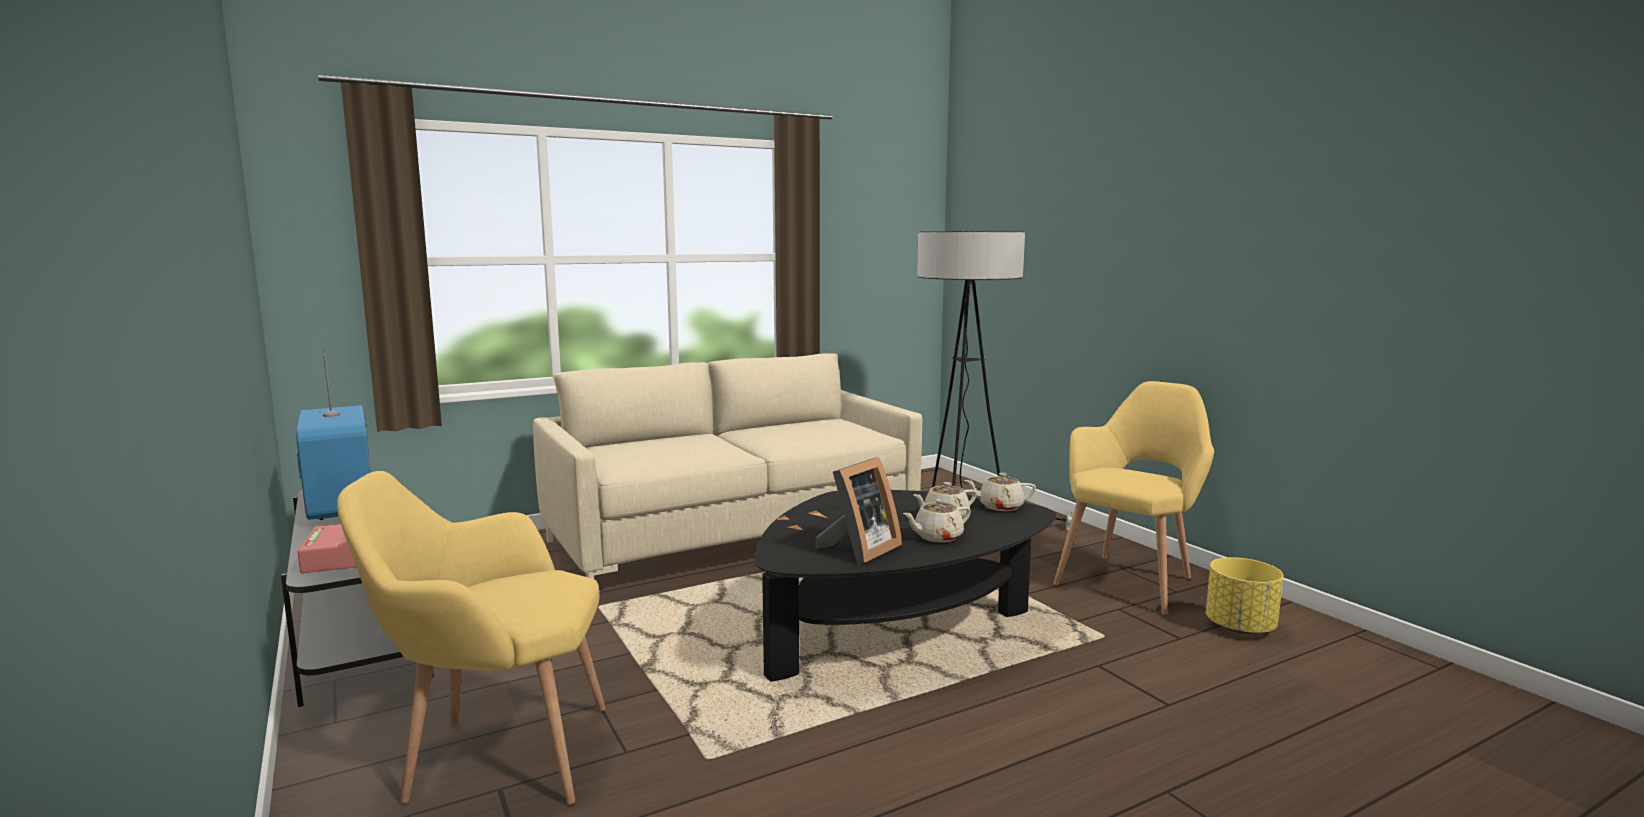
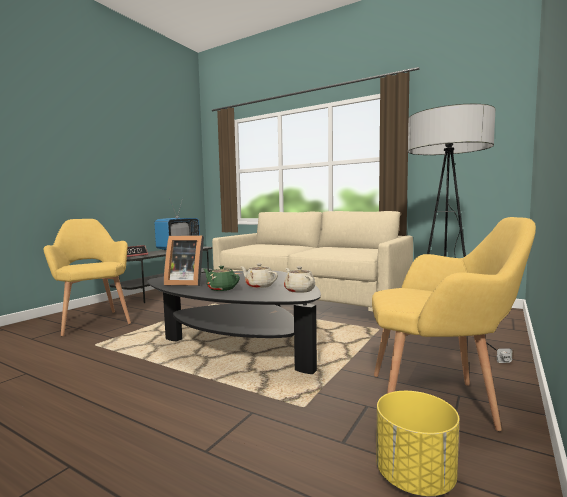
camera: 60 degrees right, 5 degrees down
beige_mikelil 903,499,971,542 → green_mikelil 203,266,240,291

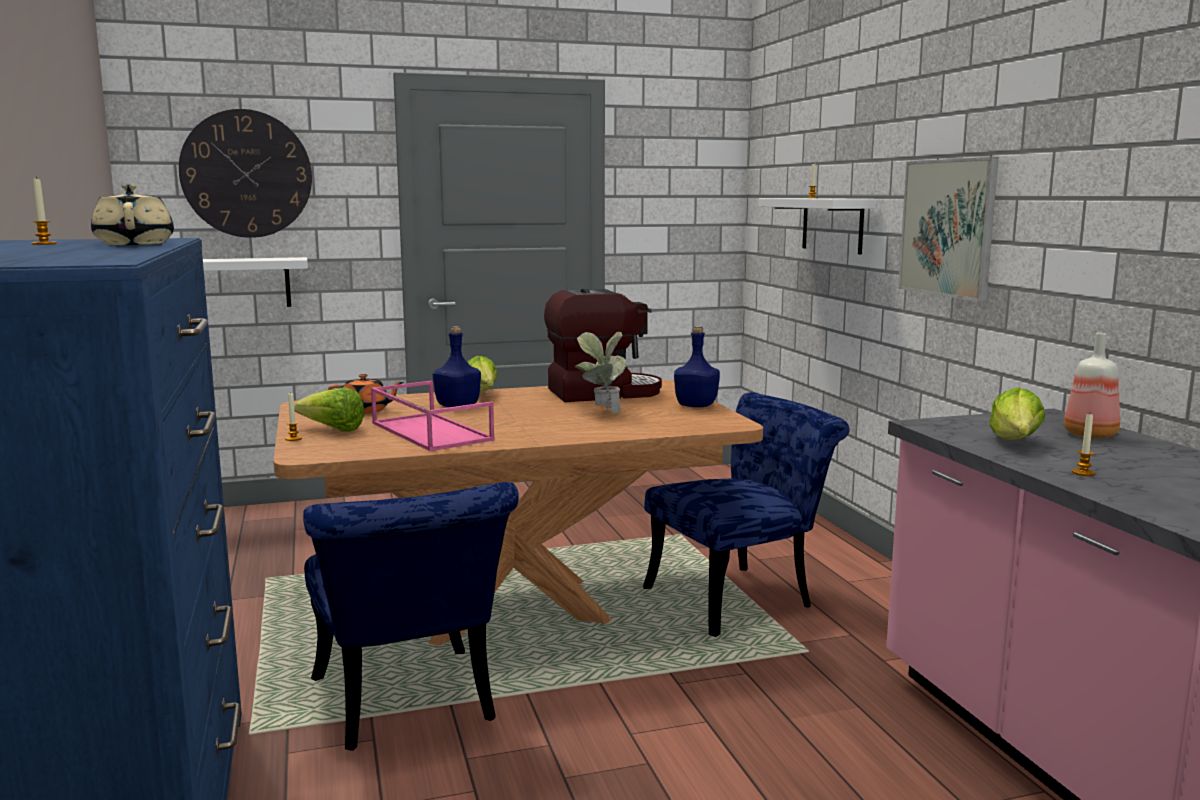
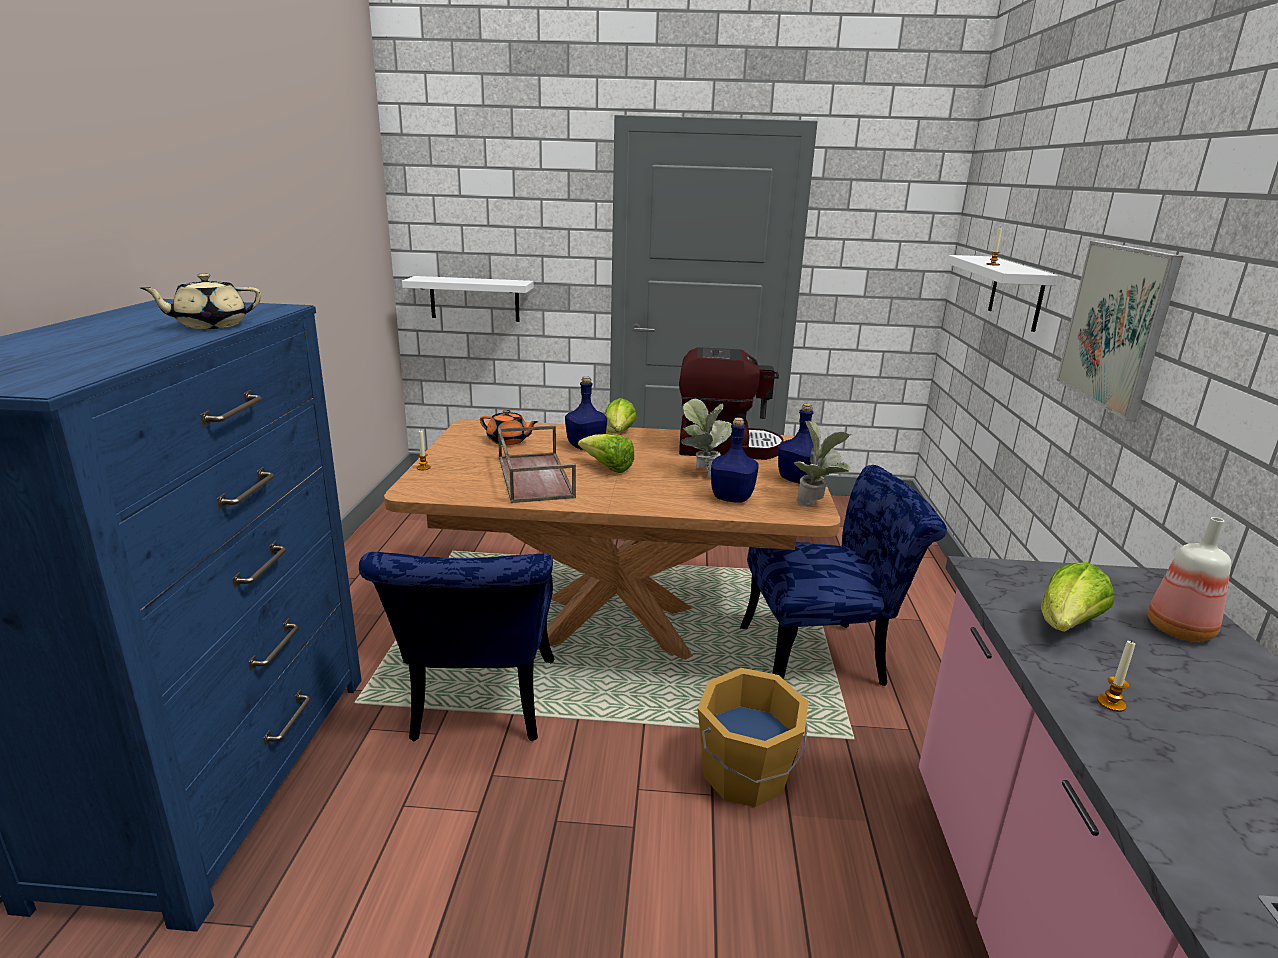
camera: 20 degrees right, 10 degrees up
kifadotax 31,177,57,245 → -
beige_mikelil 91,184,174,245 → beige_mikelil 140,273,261,329, 120 degrees counterclockwise
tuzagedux 179,109,312,238 → -
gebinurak 294,388,364,432 → gebinurak 578,434,634,473, move
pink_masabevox 371,381,495,451 → brown_masabevox 498,426,576,503
- → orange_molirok 698,668,809,807
- → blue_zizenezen 711,418,759,503
- → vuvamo 794,421,852,507

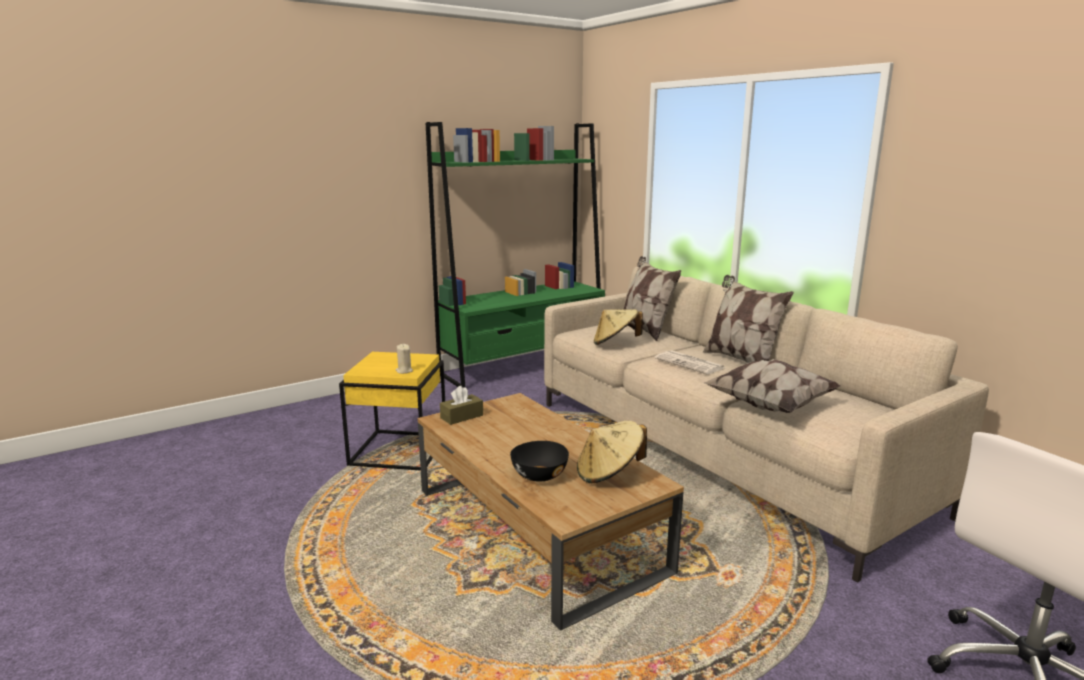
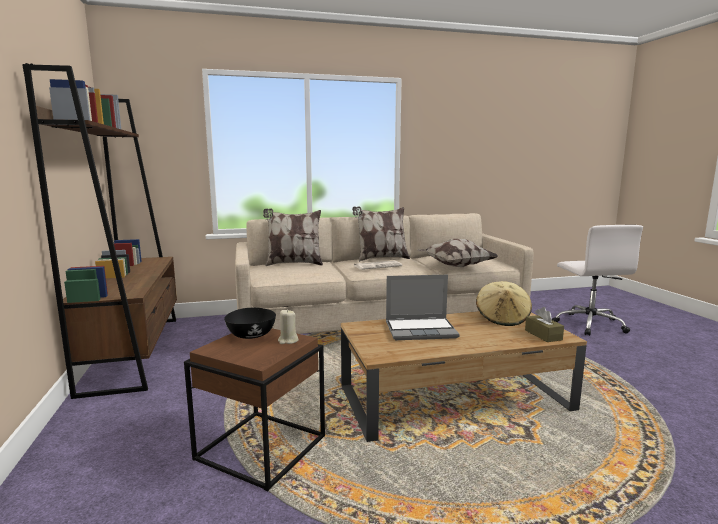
camera: 70 degrees left, 5 degrees down
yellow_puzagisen 339,352,445,470 → brown_puzagisen 184,328,325,491
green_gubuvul 426,122,605,388 → brown_gubuvul 22,63,177,399
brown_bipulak 440,386,483,425 → brown_bipulak 525,307,564,342, move
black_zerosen 510,441,569,482 → black_zerosen 224,308,276,339, move
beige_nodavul 594,309,643,345 → -
- → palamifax 386,275,460,340

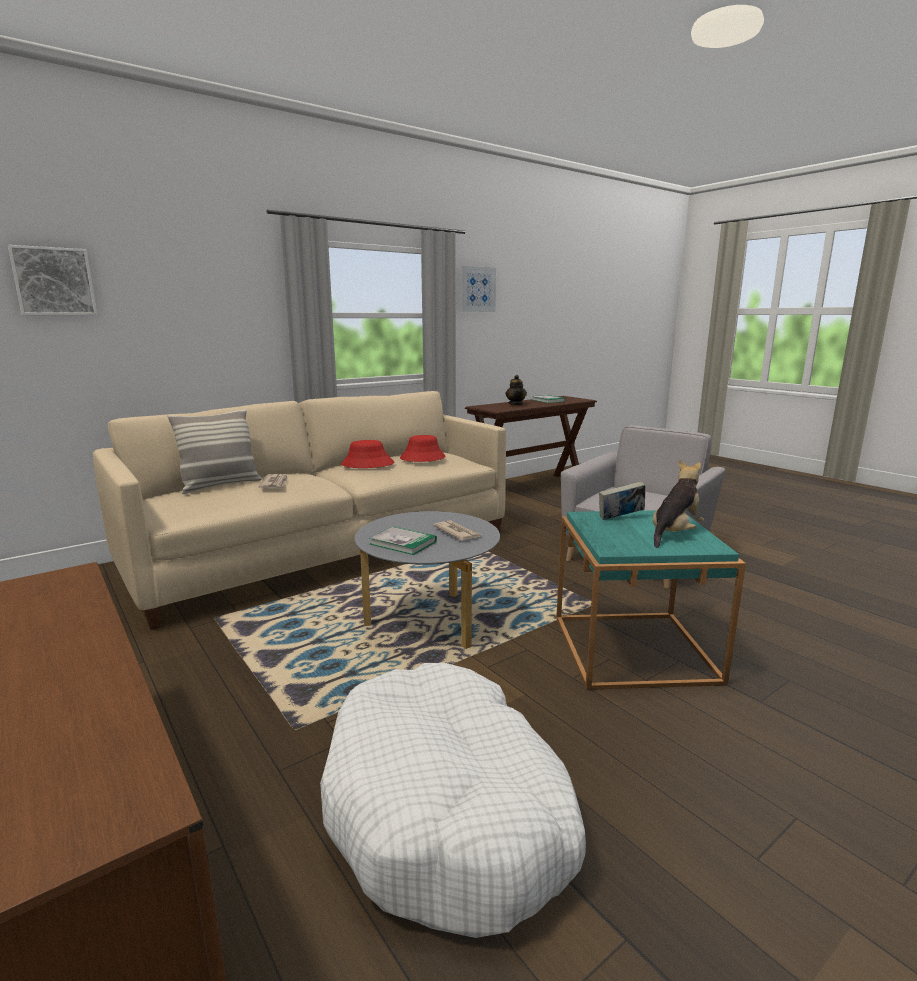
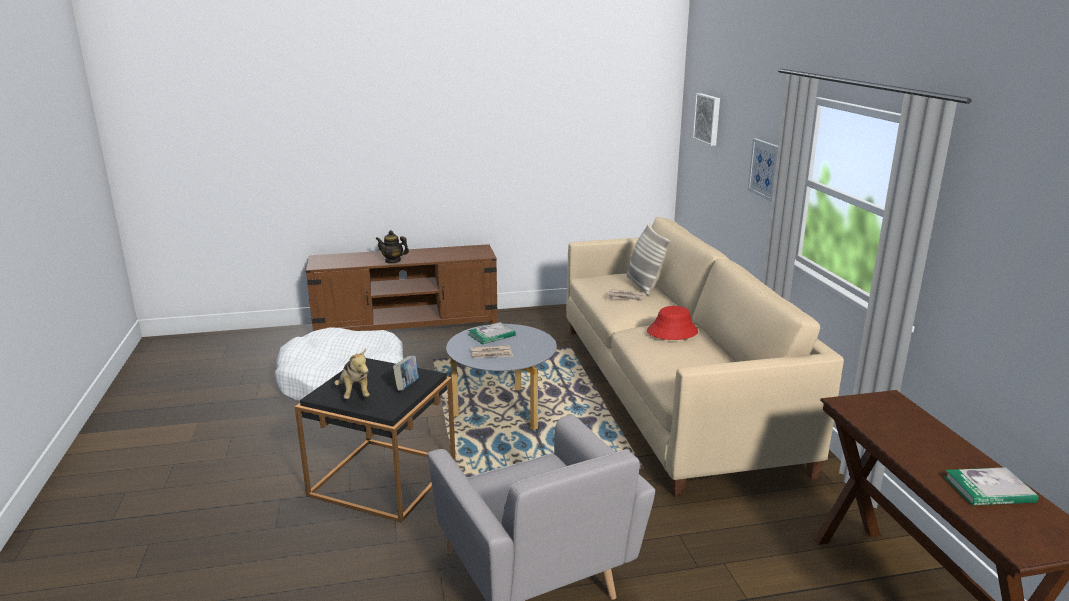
camera: 115 degrees right, 5 degrees up
red_nodavul 400,435,446,462 → -
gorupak 460,266,496,312 → gorupak 748,139,778,202, move
mikelil 505,375,527,405 → mikelil 376,230,409,264, move
turquoise_puzagisen 556,510,746,690 → black_puzagisen 295,358,456,522

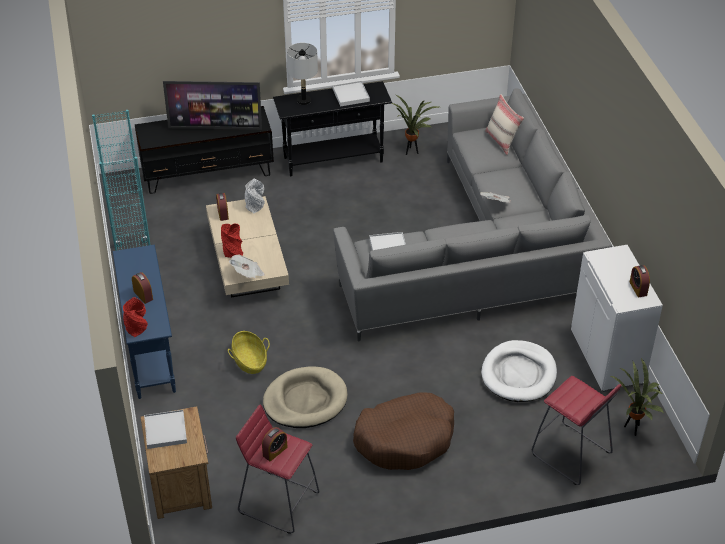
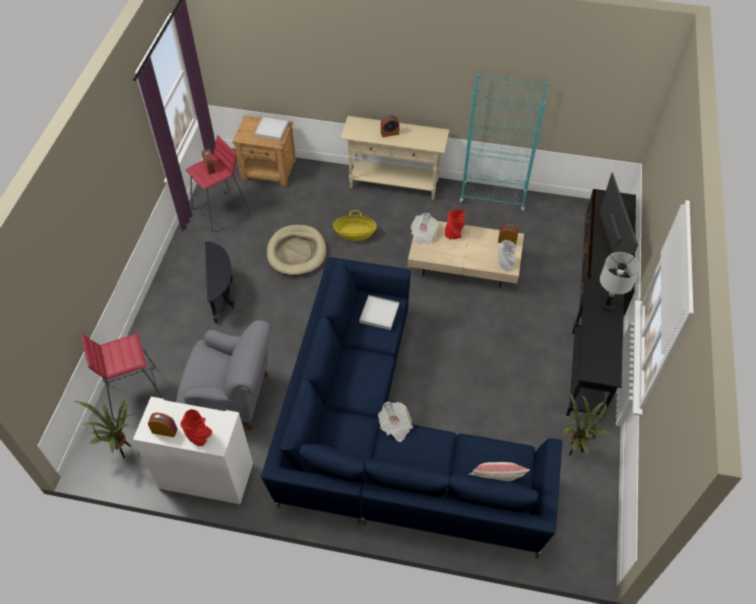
camera: 115 degrees right, 10 degrees up
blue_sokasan 113,245,176,399 → beige_sokasan 340,116,450,200
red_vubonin 123,297,148,337 → red_vubonin 180,409,212,446, move
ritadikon 163,81,262,130 → ritadikon 599,173,638,278, 150 degrees clockwise
white_masabevox 333,81,370,107 → -
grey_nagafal 333,88,612,342 → blue_nagafal 261,257,562,559
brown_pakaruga 353,393,454,470 → black_puzagisen 205,241,234,324
white_pakaruga 481,340,557,402 → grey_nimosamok 176,320,272,431

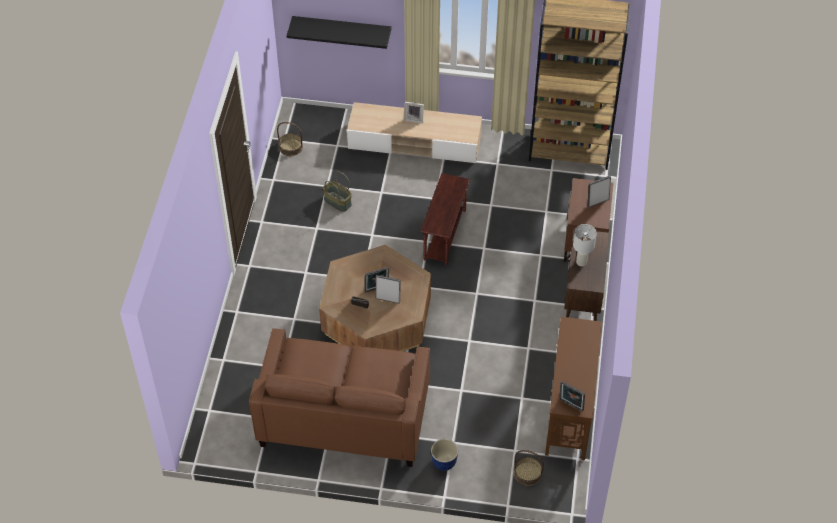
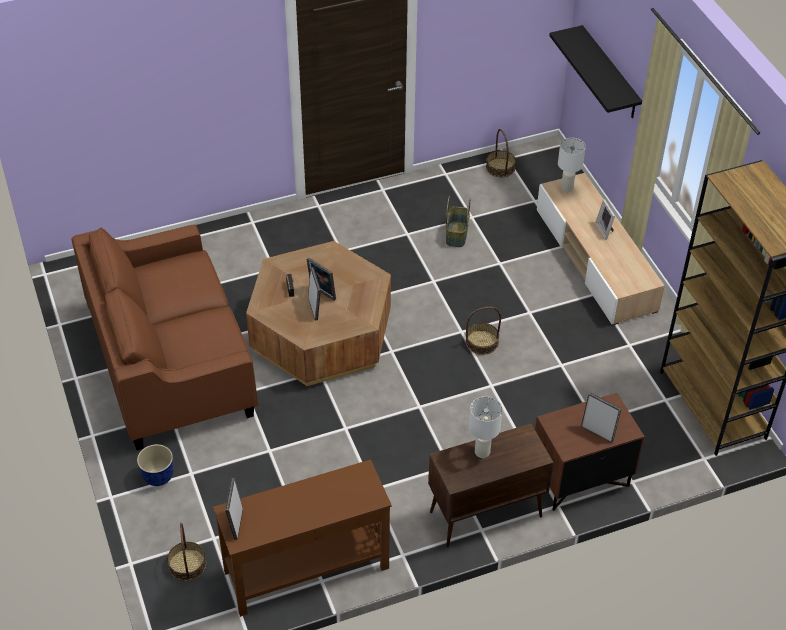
camera: 60 degrees right, 5 degrees down
brown_puzagisen 420,173,470,265 → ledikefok 466,307,501,355
- → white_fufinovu 558,137,586,192

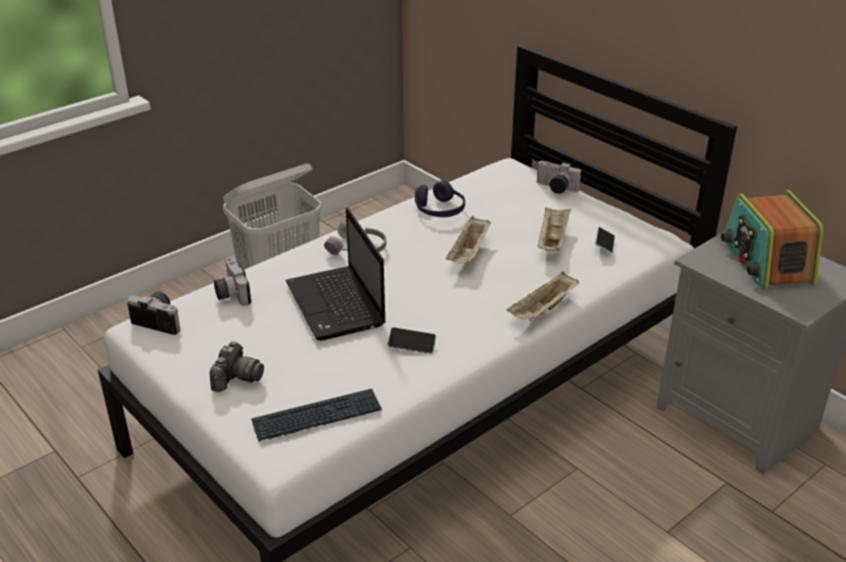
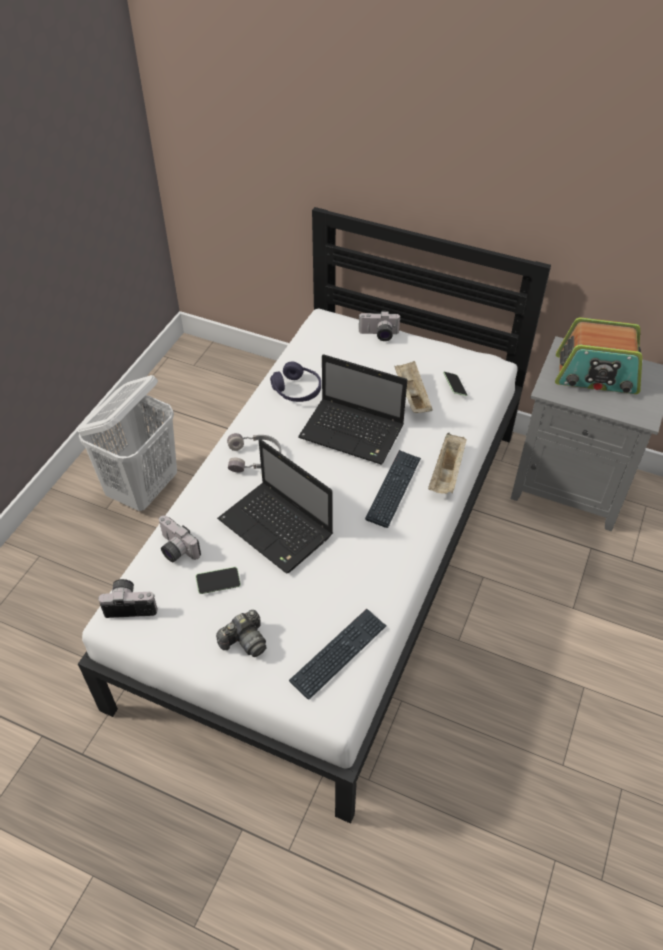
camera: 25 degrees left, 15 degrees up
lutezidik 210,341,264,392 → lutezidik 216,610,266,657, 60 degrees clockwise
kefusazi 388,327,436,354 → kefusazi 196,567,241,594, move
beige_masabevox 446,216,491,263 → palamifax 298,354,407,465
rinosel 721,190,823,290 → rinosel 555,318,642,394, 45 degrees counterclockwise
- → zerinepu 365,450,421,528

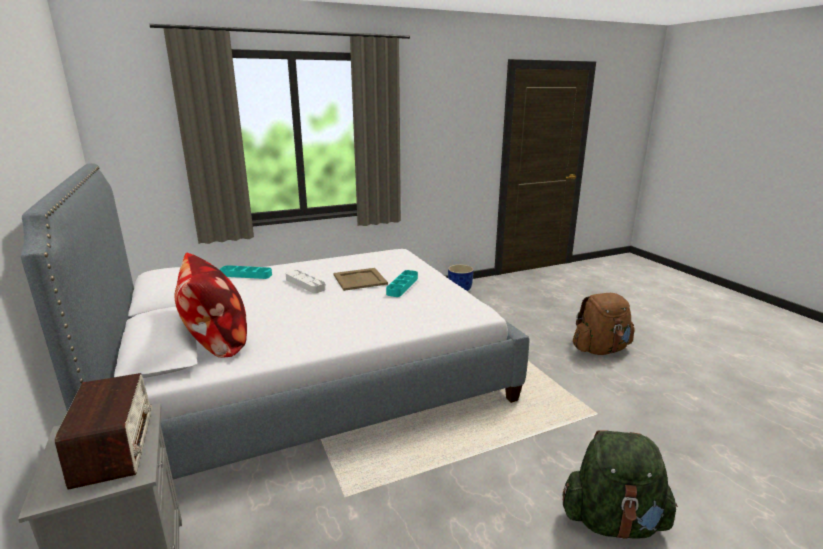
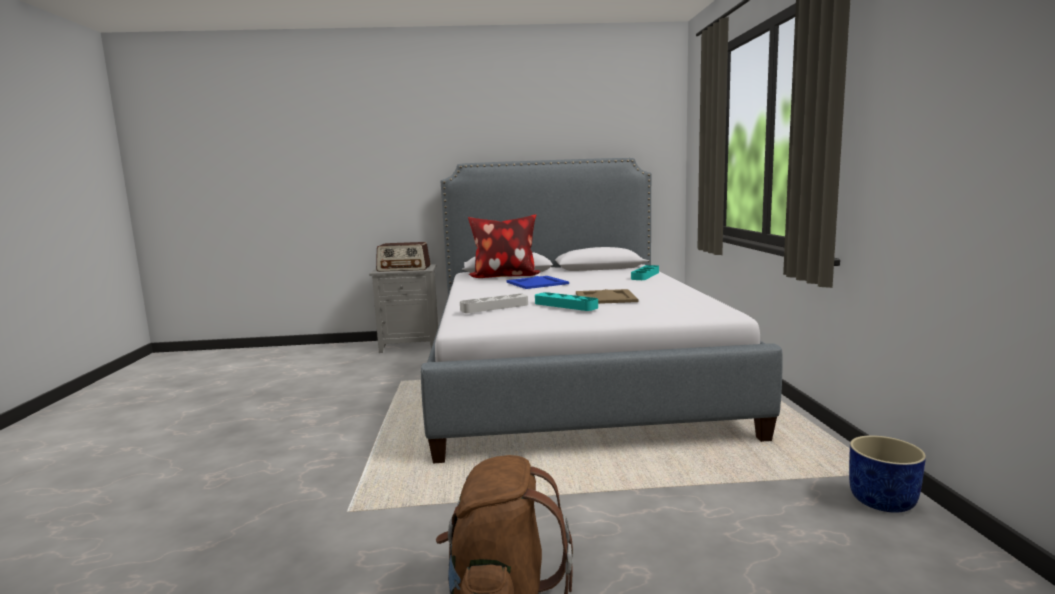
camera: 110 degrees right, 10 degrees down
grey_masabevox 286,270,325,293 → grey_masabevox 460,294,528,313, move
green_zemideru 563,430,678,539 → -
- → blue_masabevox 506,276,569,289

